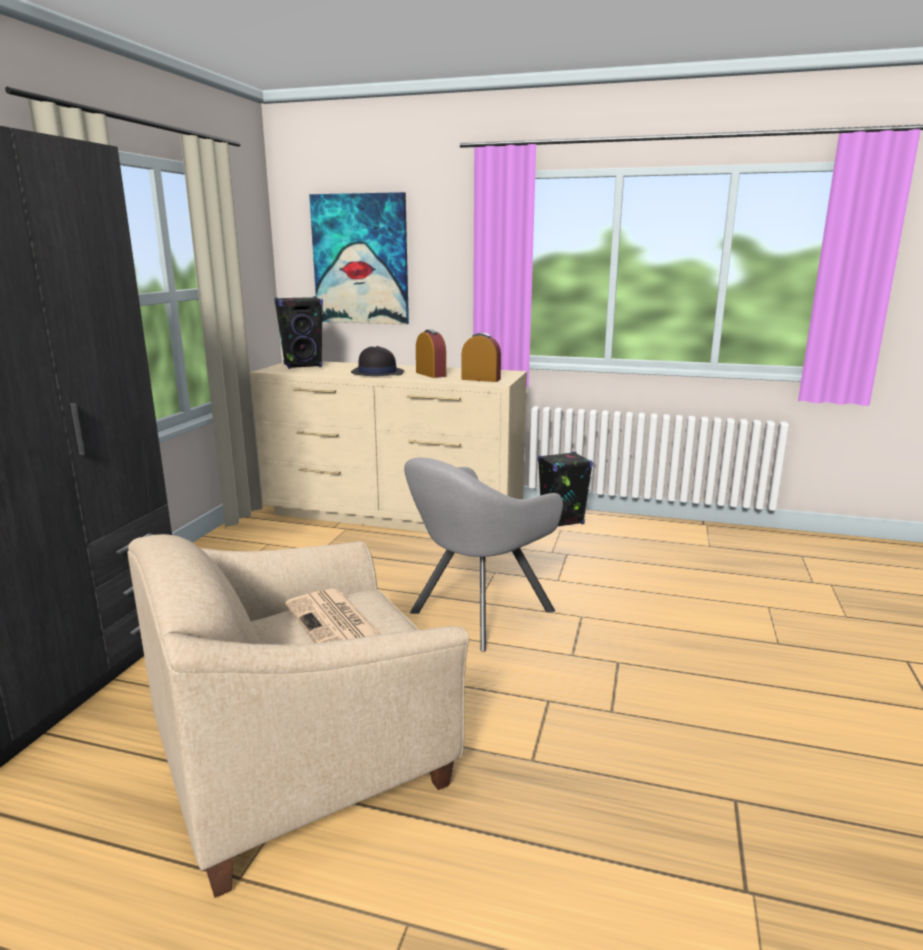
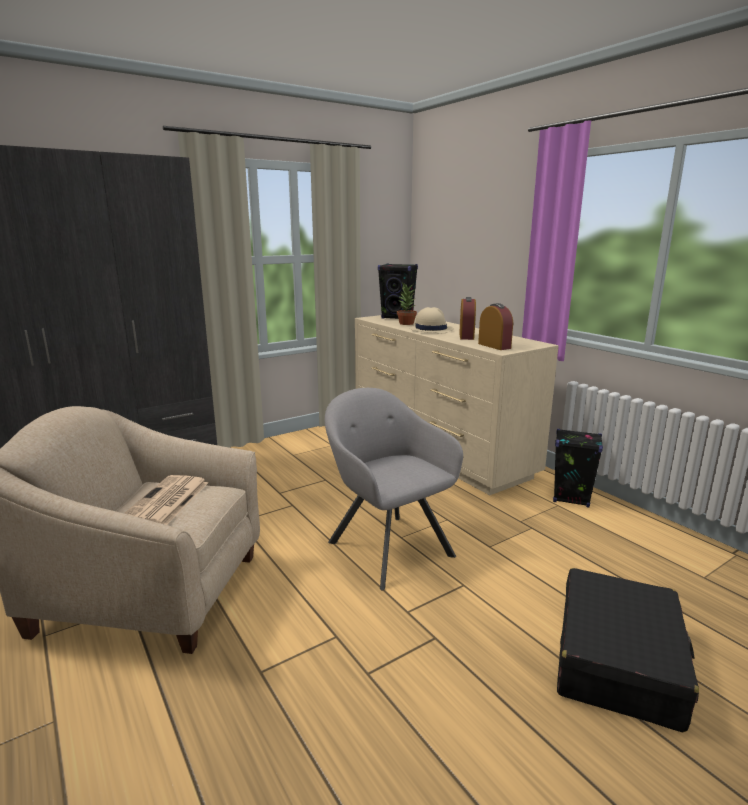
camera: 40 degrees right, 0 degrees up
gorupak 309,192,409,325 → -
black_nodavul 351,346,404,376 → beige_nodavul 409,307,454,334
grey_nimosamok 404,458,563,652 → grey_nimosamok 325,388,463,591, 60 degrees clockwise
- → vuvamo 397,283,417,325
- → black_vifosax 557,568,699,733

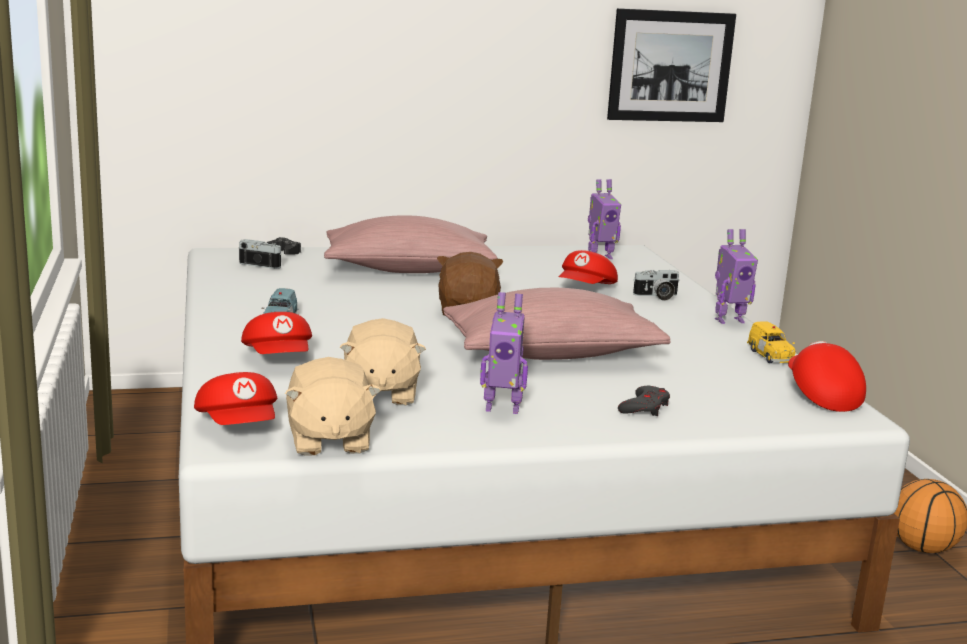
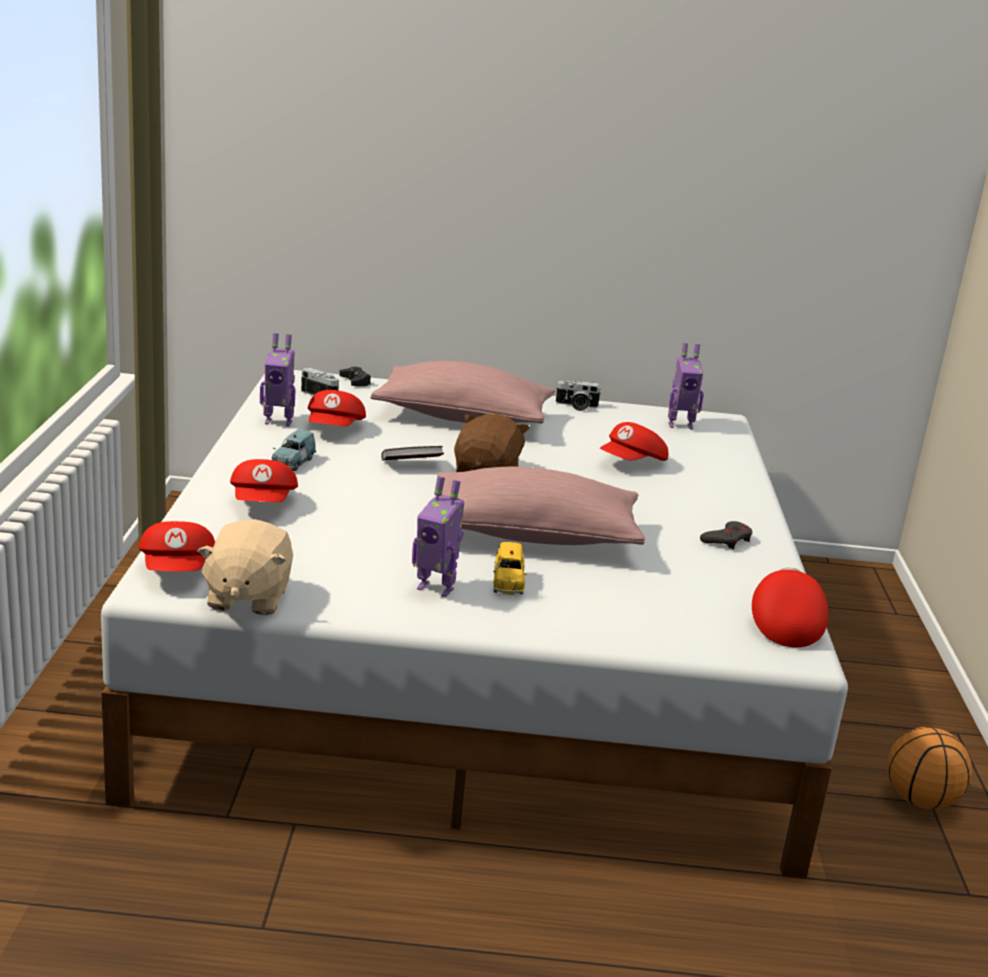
camera: 15 degrees right, 5 degrees up
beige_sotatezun 340,318,426,405 → -
gorupak 607,8,736,122 → -
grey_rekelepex 618,386,670,416 → grey_rekelepex 700,521,753,549, move
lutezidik 633,270,680,301 → lutezidik 555,381,601,411, move
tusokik 715,229,758,324 → tusokik 260,333,296,426, move
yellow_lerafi 747,321,796,363 → yellow_lerafi 493,542,527,595, move
- → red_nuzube 308,390,366,427
- → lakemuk 381,446,444,460

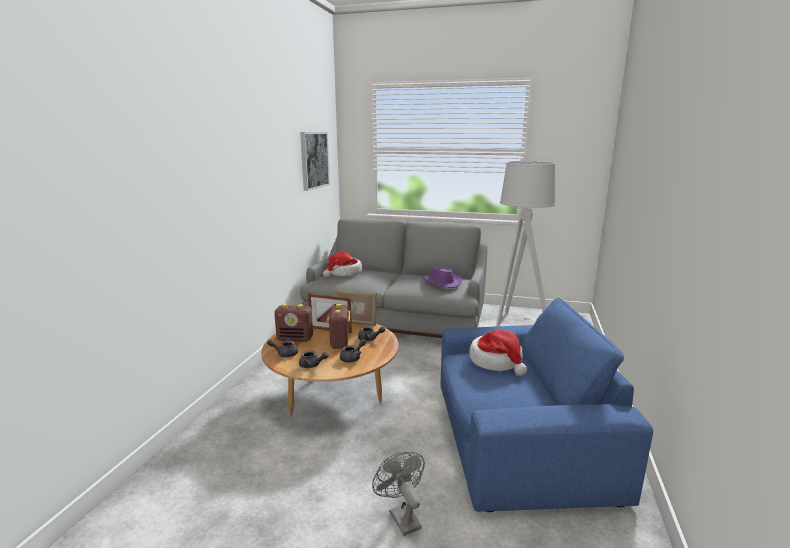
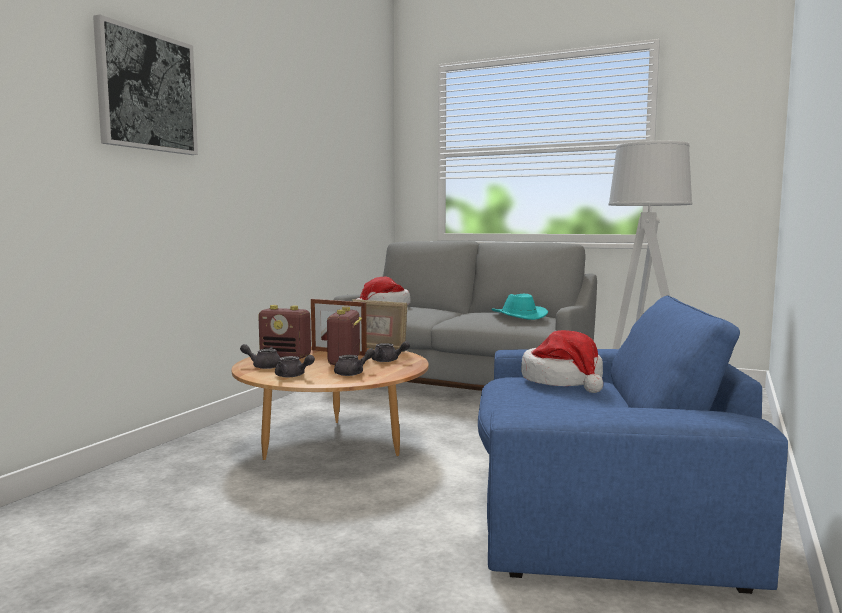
camera: 10 degrees right, 10 degrees down
gorupak 300,132,330,191 → gorupak 93,14,198,155, move
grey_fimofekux 372,452,425,536 → -
purple_nodavul 422,267,462,288 → turquoise_nodavul 491,294,548,320

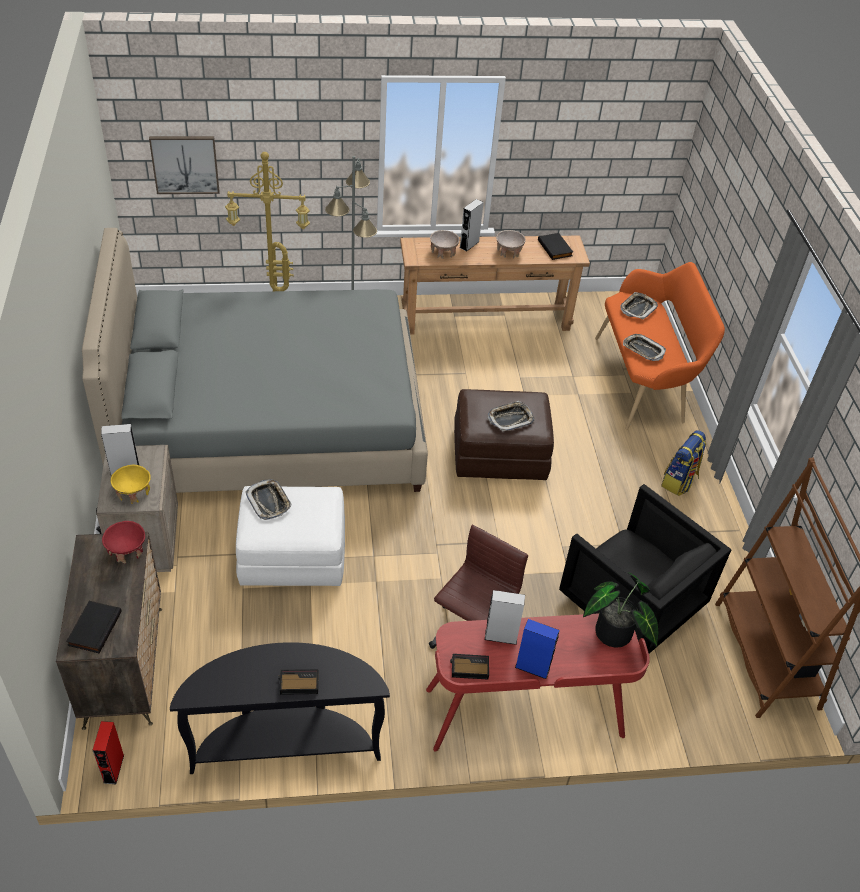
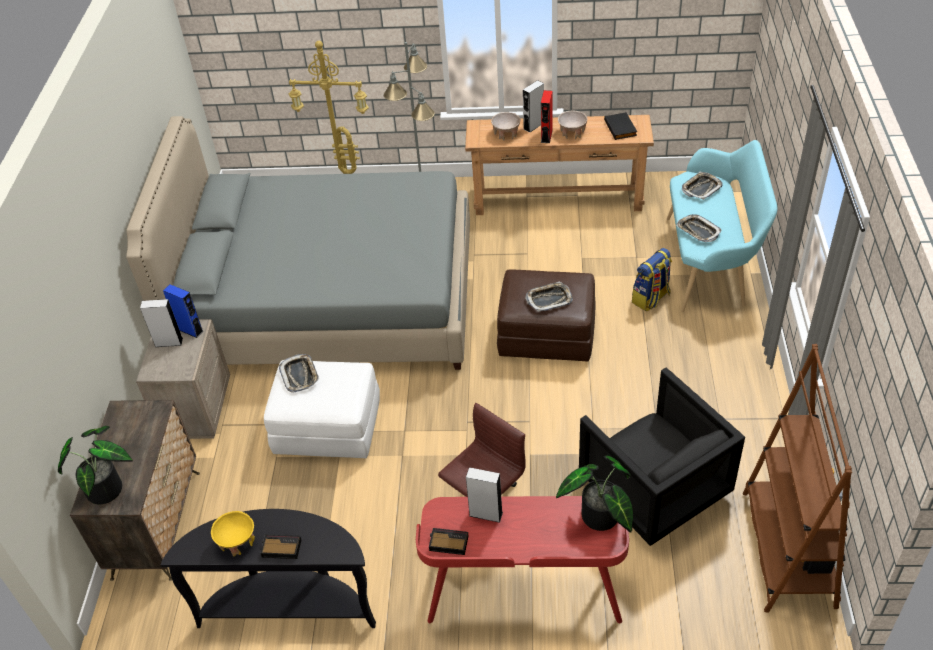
camera: 15 degrees right, 0 degrees up
black_lakemuk 66,601,122,653 → vuvamo 58,426,133,504
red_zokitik 93,721,124,784 → red_zokitik 541,90,553,143, move
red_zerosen 102,521,145,564 → -
yellow_zerosen 111,465,151,504 → yellow_zerosen 211,511,255,556, move
gorupak 149,136,220,194 → -
blue_zokitik 515,619,559,679 → blue_zokitik 163,284,203,338, move
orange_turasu 595,262,725,430 → turquoise_turasu 667,140,777,312
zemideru 661,430,706,496 → zemideru 632,248,672,312, move

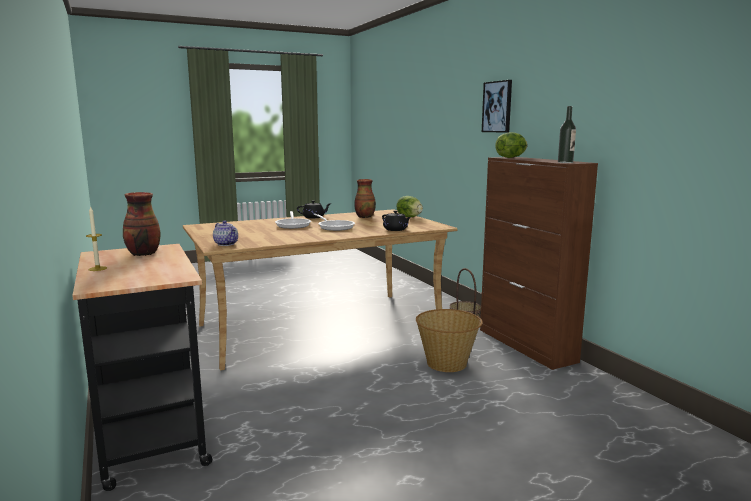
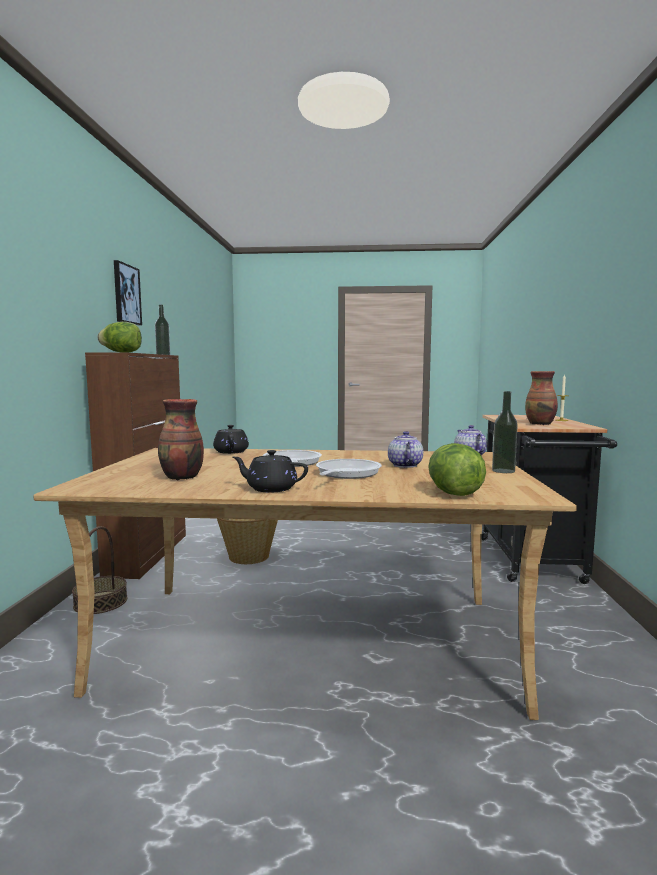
camera: 150 degrees left, 5 degrees down
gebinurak 396,196,423,217 → gebinurak 428,443,486,496, move
gorupak 482,80,512,133 → gorupak 114,260,142,325, move
- → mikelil 388,431,423,468
- → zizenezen 492,391,518,473

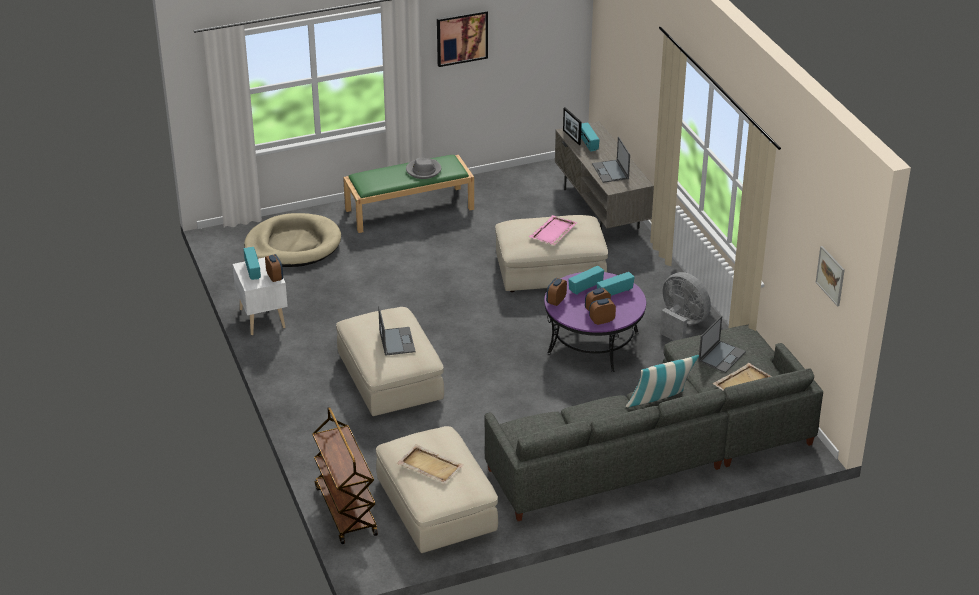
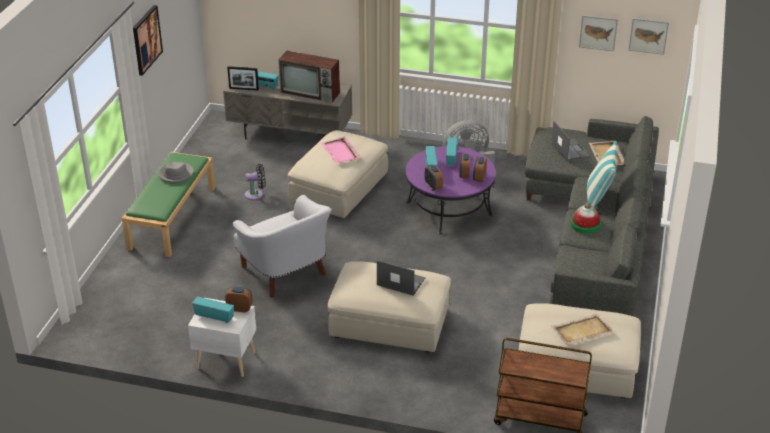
camera: 55 degrees left, 0 degrees up
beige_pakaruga 244,213,341,267 → -
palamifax 592,136,630,183 → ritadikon 278,51,340,102
- → white_nimosamok 233,195,332,297
- → black_fimofekux 245,164,266,200
- → nodavul 570,202,601,234
- → gorupak 579,15,618,51

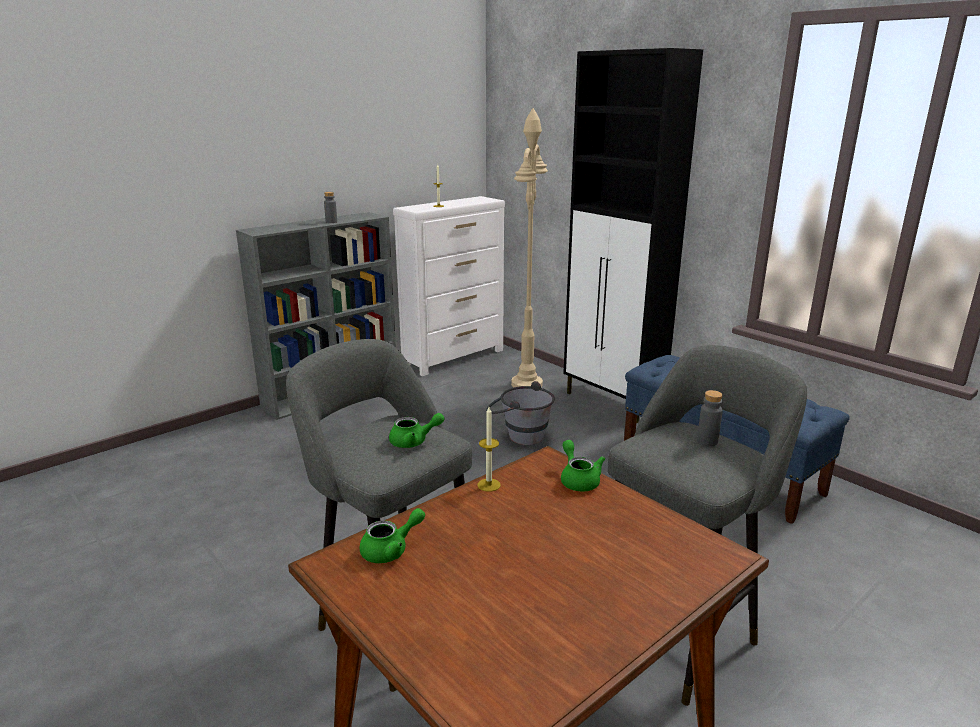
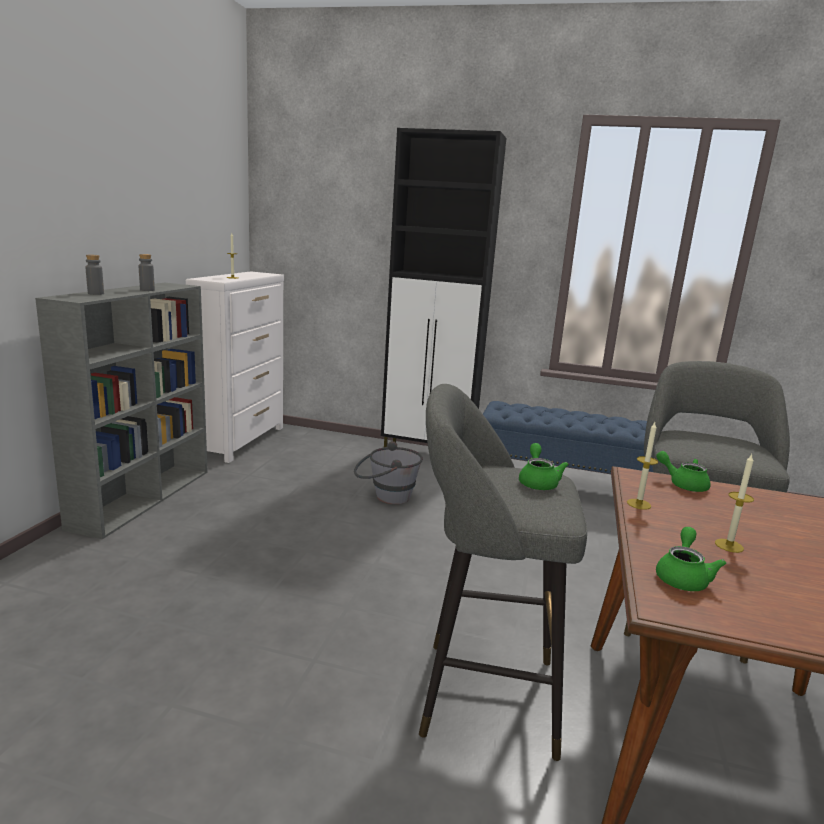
camera: 35 degrees left, 5 degrees down
green_mikelil 389,413,444,448 → green_mikelil 519,443,569,490, 45 degrees counterclockwise
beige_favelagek 511,108,548,387 → -
grey_zizenezen 697,390,723,446 → grey_zizenezen 86,255,104,295, move
- → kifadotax 715,454,754,553

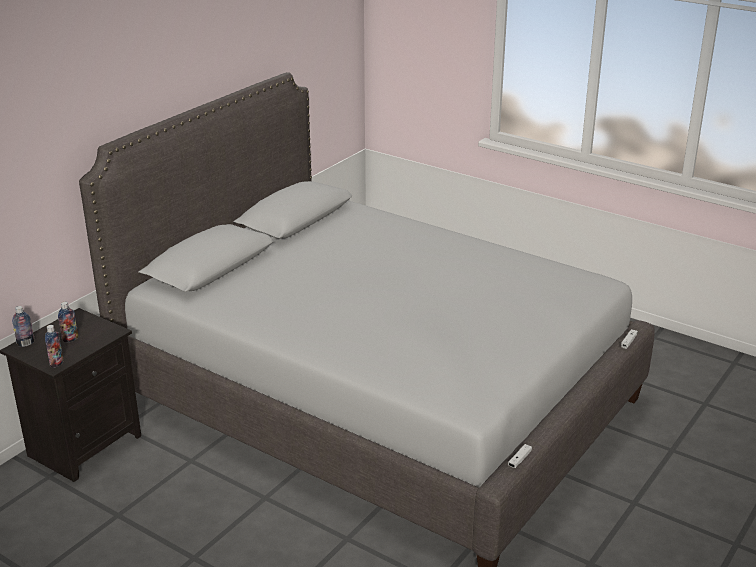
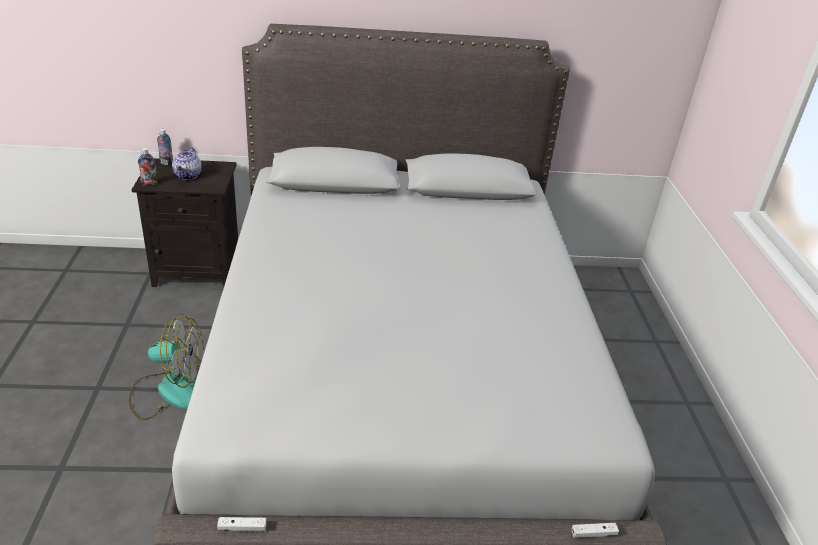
camera: 50 degrees right, 5 degrees up
zizenezen 58,302,78,343 → mikelil 172,148,202,180
- → fimofekux 129,314,204,420

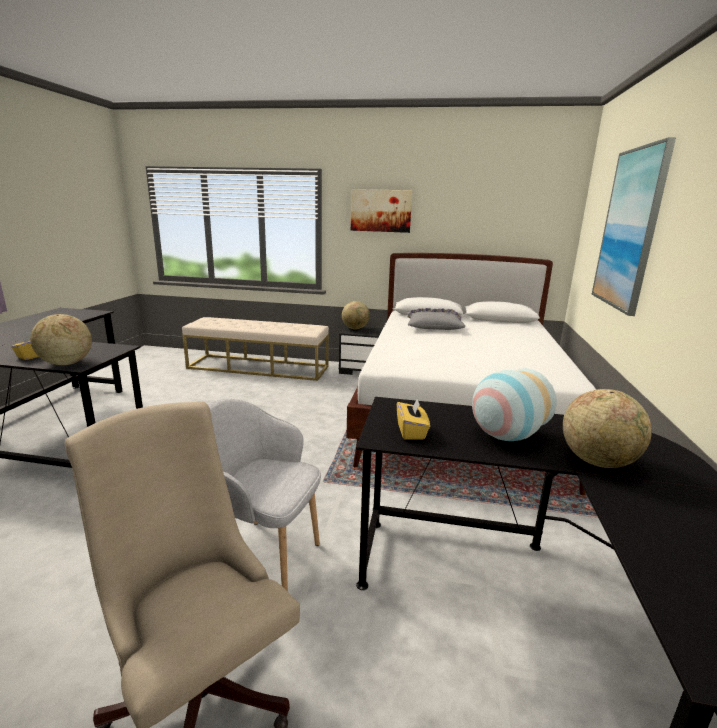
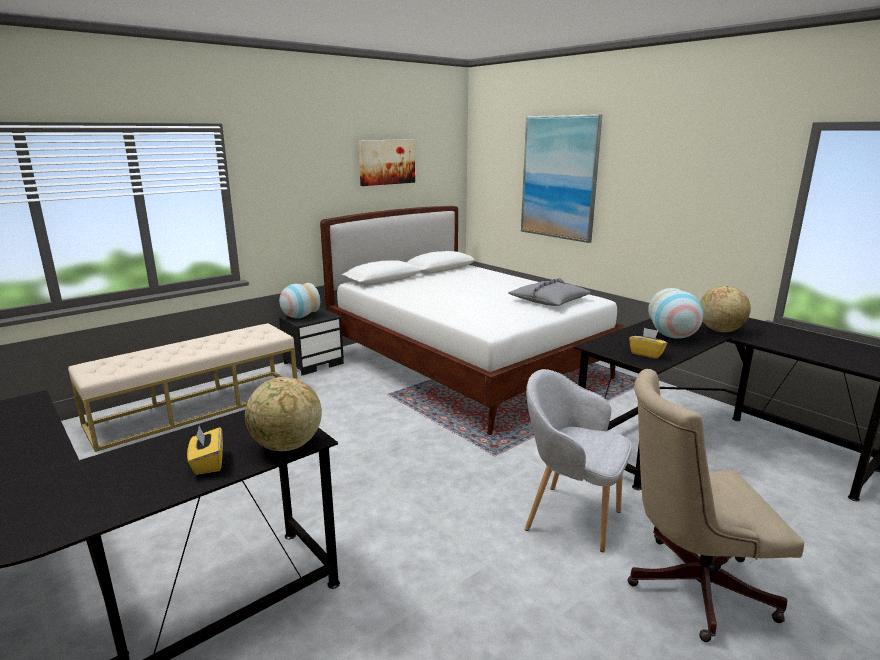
camera: 50 degrees left, 0 degrees up
grey_nimosamok 208,399,321,591 → grey_nimosamok 525,369,632,552, 60 degrees clockwise
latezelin 342,301,370,329 → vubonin 279,283,320,318
gorupak 351,189,412,233 → gorupak 358,140,415,186, move
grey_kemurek 406,308,465,330 → grey_kemurek 508,278,591,306, move

